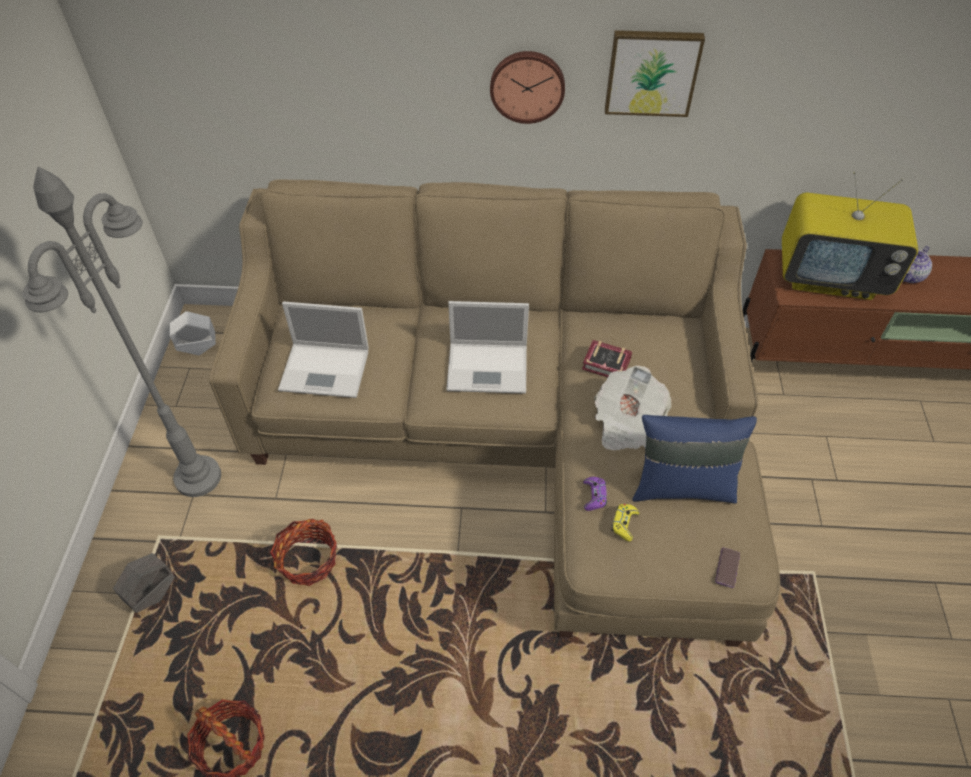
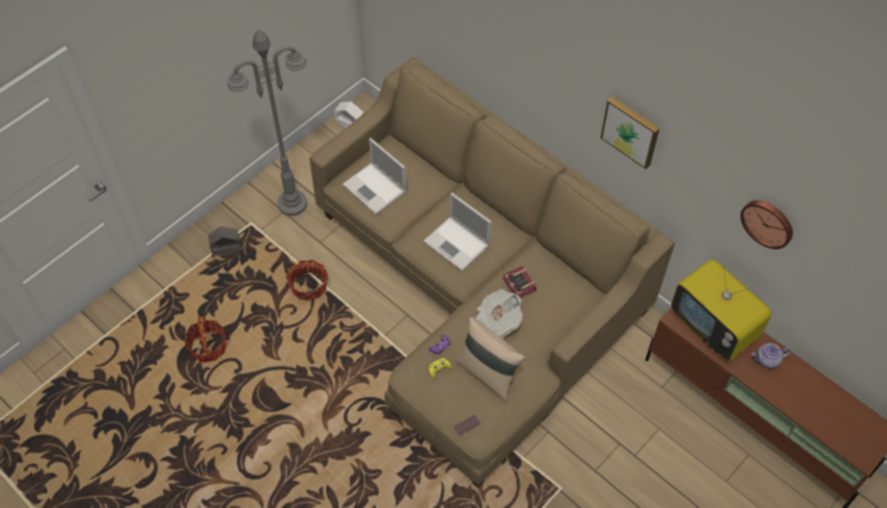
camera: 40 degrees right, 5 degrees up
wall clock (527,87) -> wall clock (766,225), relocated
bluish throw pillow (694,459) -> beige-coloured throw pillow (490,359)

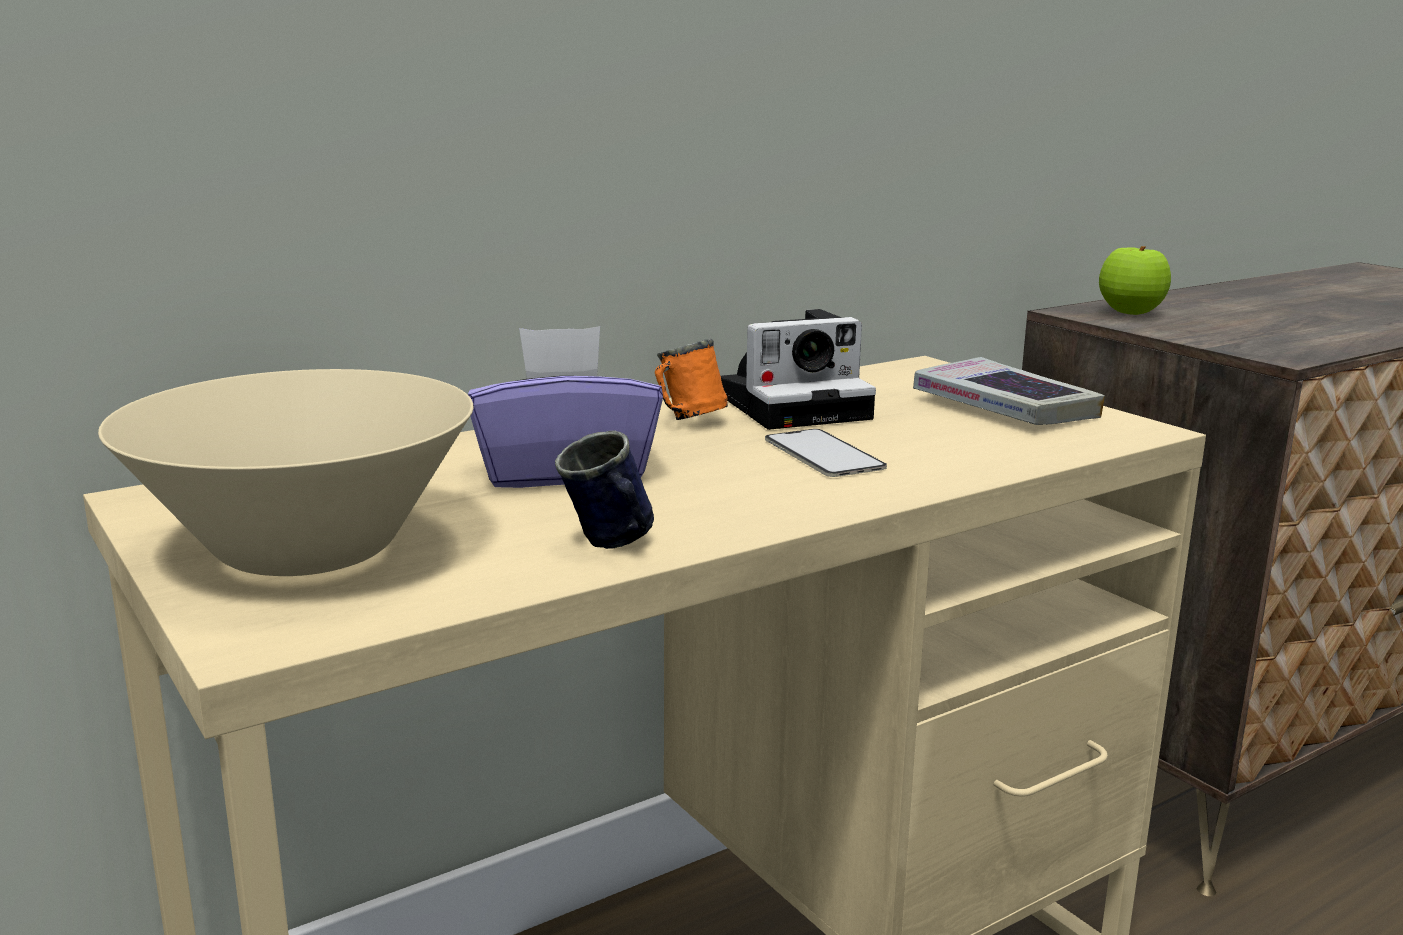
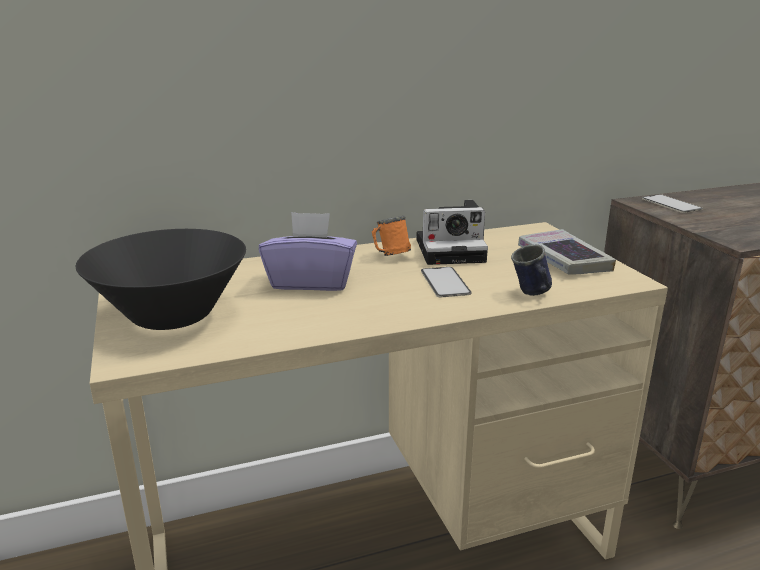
camera: 15 degrees right, 5 degrees up
bluish mug (604,489) -> bluish mug (531,270), relocated
whole apple (1135,280) -> phone (672,203)
beige-coloured deep dish (286,472) -> blackish deep dish (161,279)

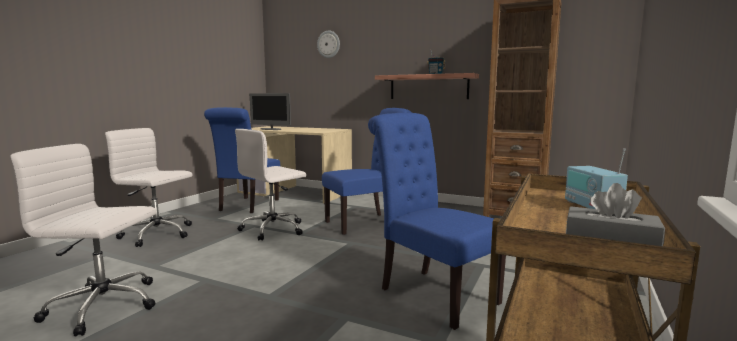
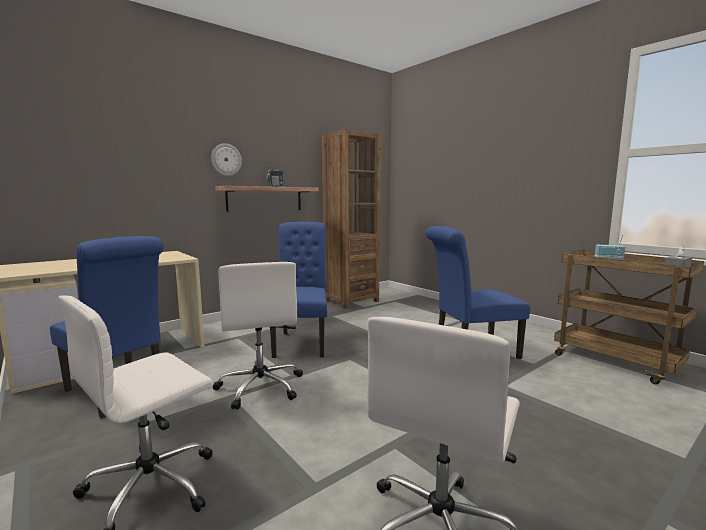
camera: 65 degrees left, 0 degrees up
computer display (270,111) -> none
wall clock (328,44) -> wall clock (226,159), relocated

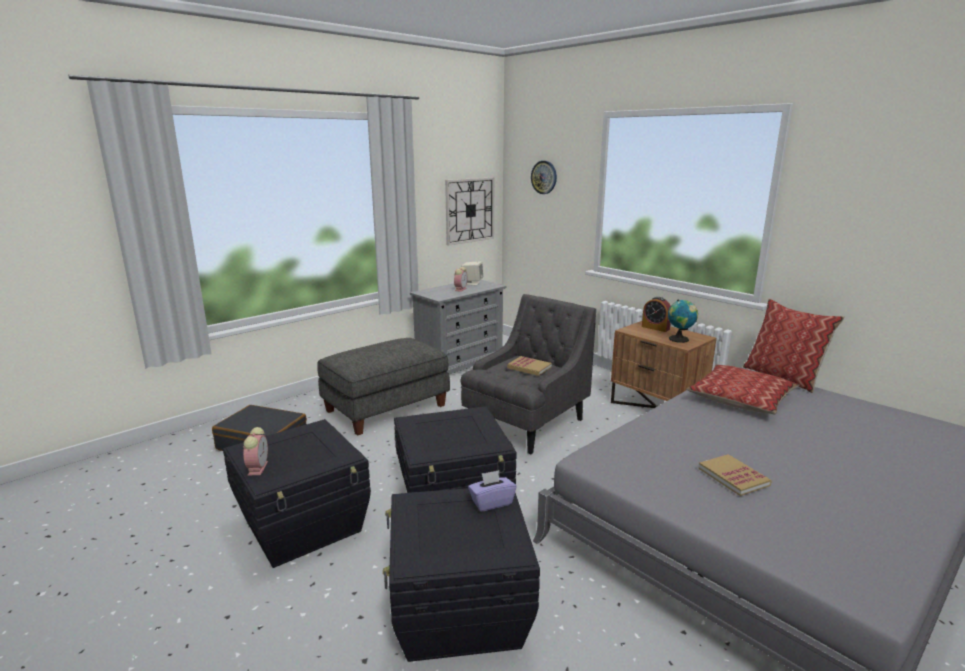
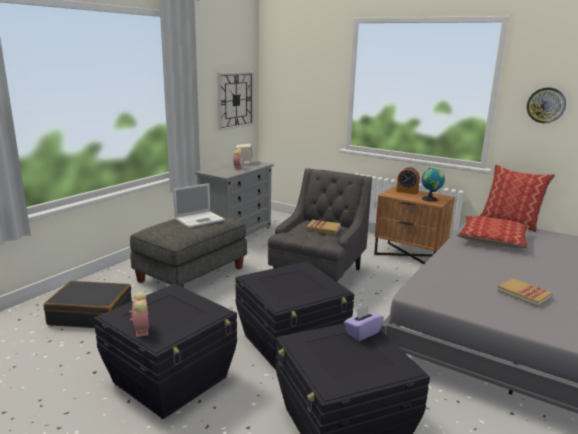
camera: 15 degrees left, 0 degrees up
none -> portable computer (199,205)
wall clock (544,177) -> wall clock (546,105), relocated

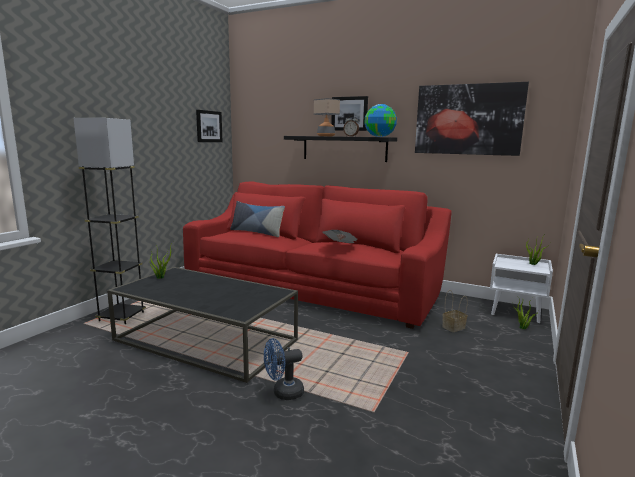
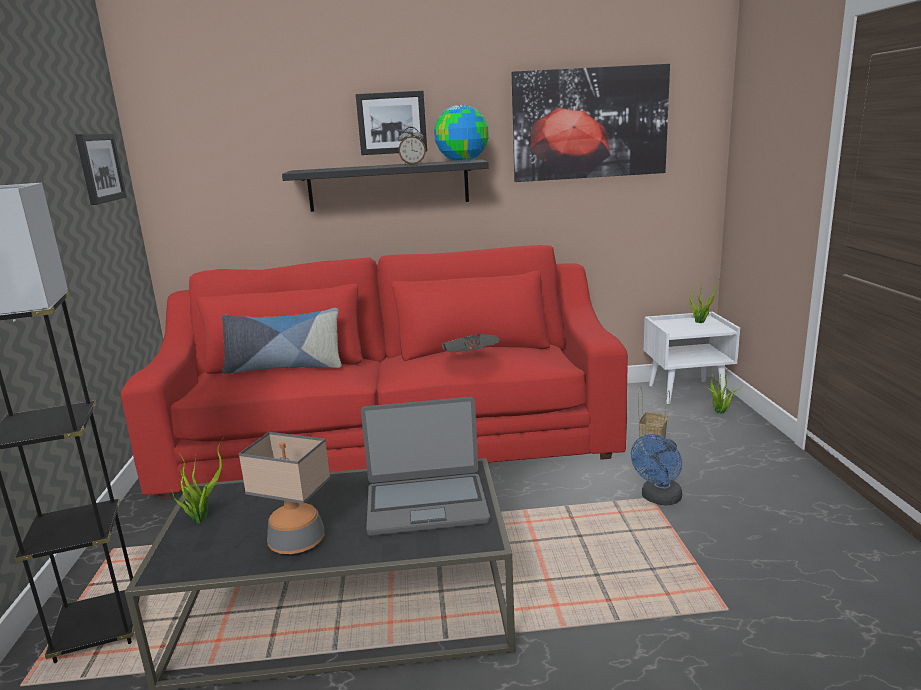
camera: 30 degrees left, 5 degrees up
none -> portable computer (425,466)
bluish fan (284,369) -> bluish fan (656,470), relocated
tabletop lamp (327,117) -> tabletop lamp (284,493), relocated

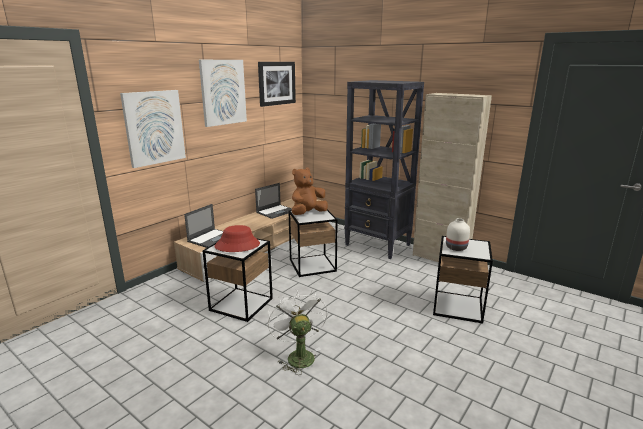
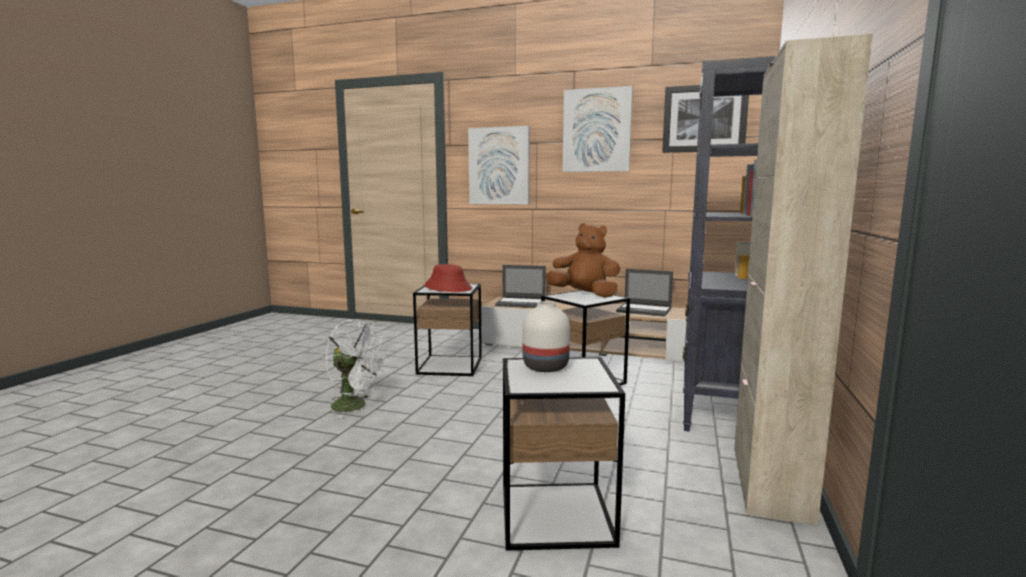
camera: 70 degrees right, 10 degrees down
whitish fan (298,332) -> whitish fan (357,368), 60 degrees clockwise

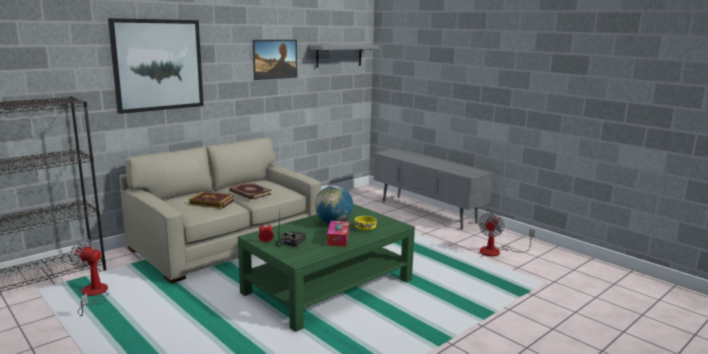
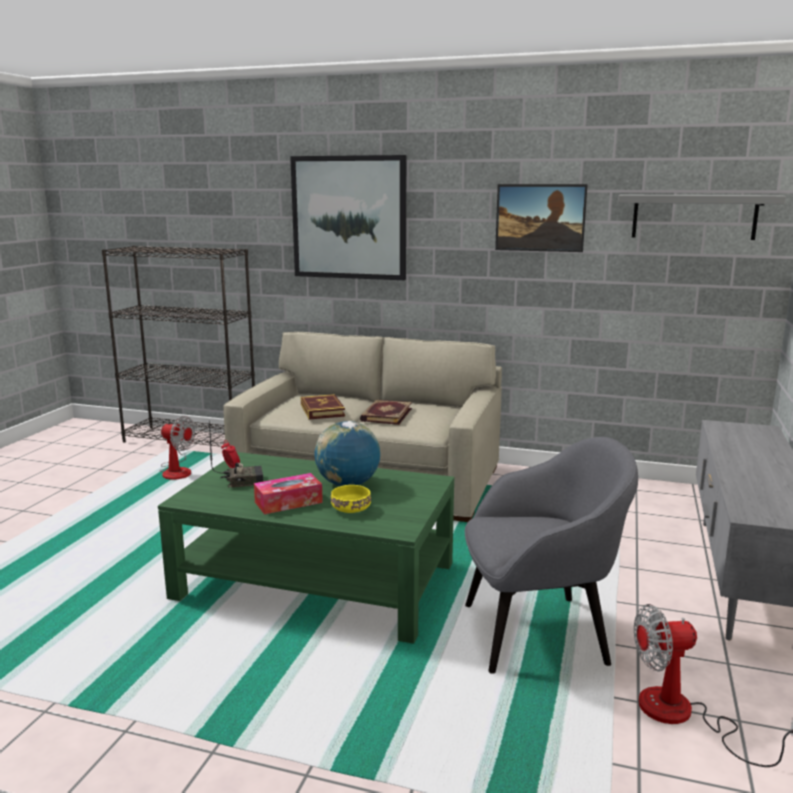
camera: 60 degrees right, 0 degrees up
none -> greyish armchair (551,555)
fan (89,277) -> fan (178,448), 120 degrees clockwise

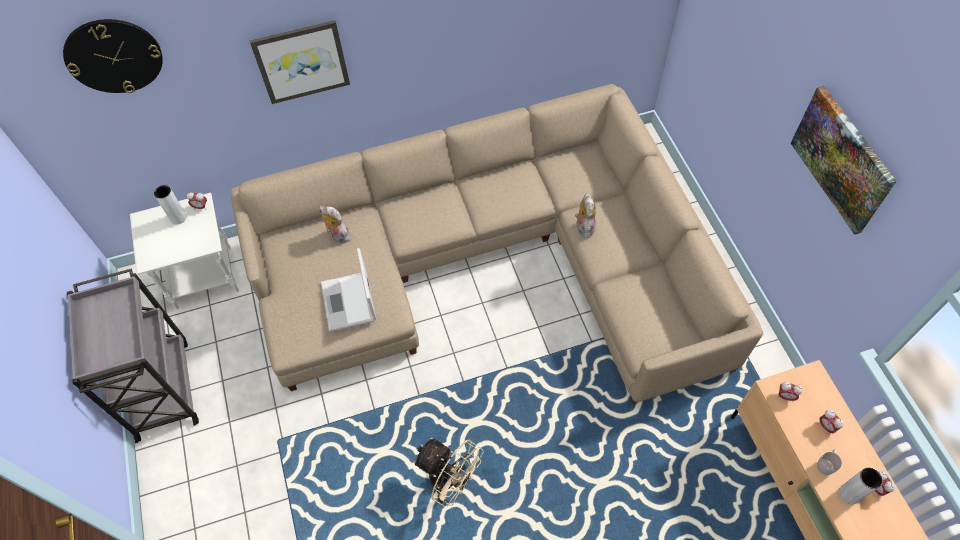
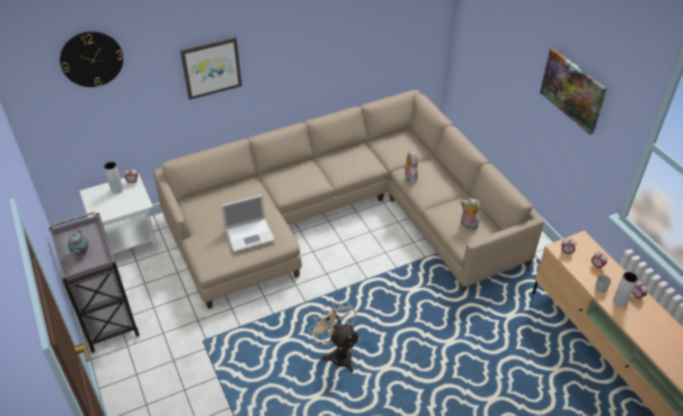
camera: 10 degrees left, 15 degrees down
none -> teapot (78,242)
cuddly toy (335,224) -> cuddly toy (471,214), relocated
portable computer (348,290) -> portable computer (248,223), 90 degrees counterclockwise
beige-coloured fan (448,472) -> beige-coloured fan (334,336), 150 degrees counterclockwise

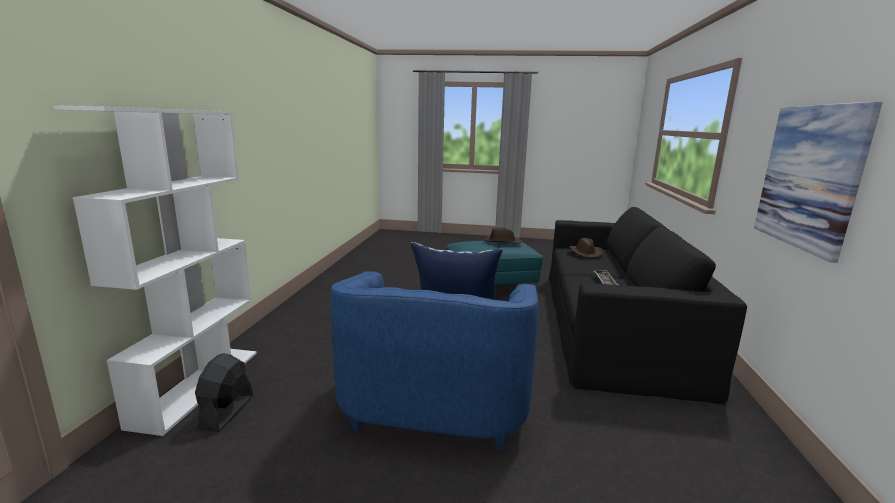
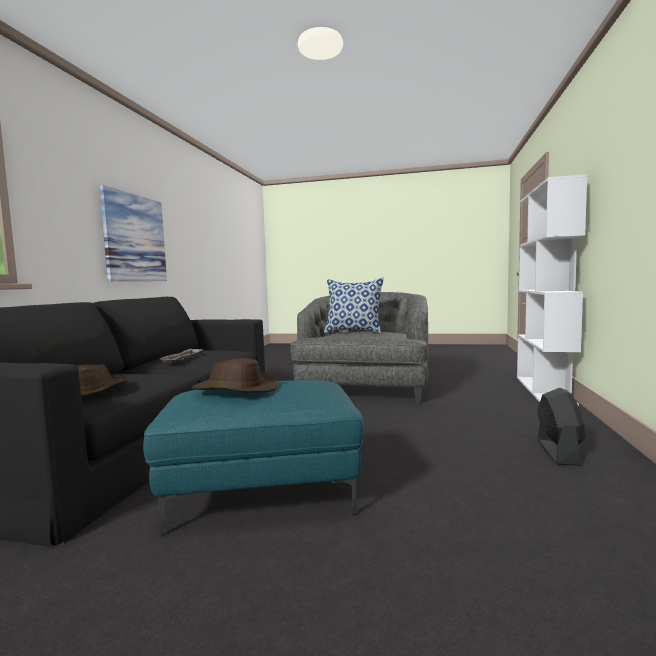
camera: 175 degrees left, 10 degrees down
blackish fan (224,392) -> blackish fan (561,427), relocated
bluish armchair (434,361) -> greyish armchair (359,347)

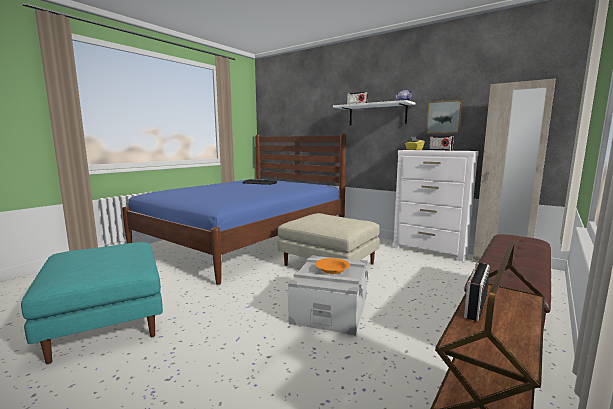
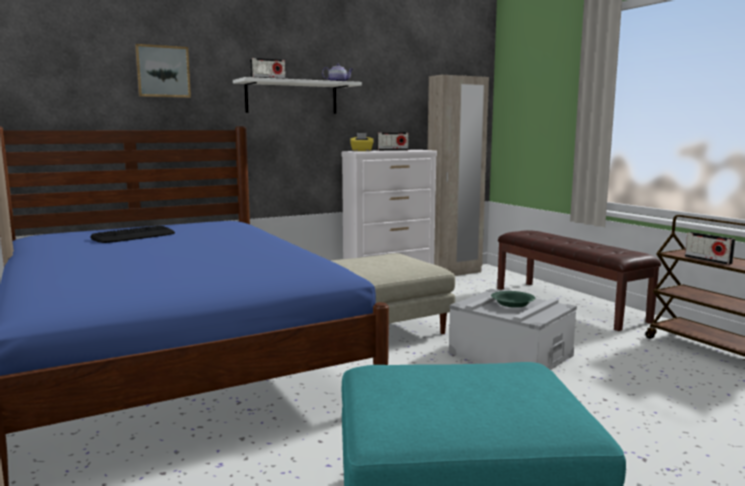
camera: 65 degrees left, 0 degrees up
wall art (444,117) -> wall art (163,71), relocated
orange deep dish (332,266) -> green-coloured deep dish (513,299)

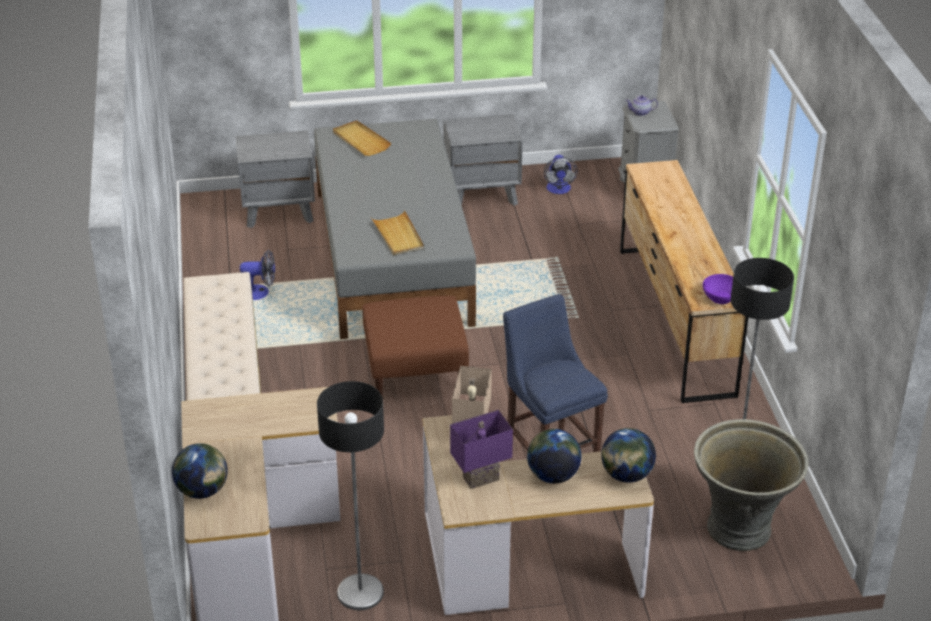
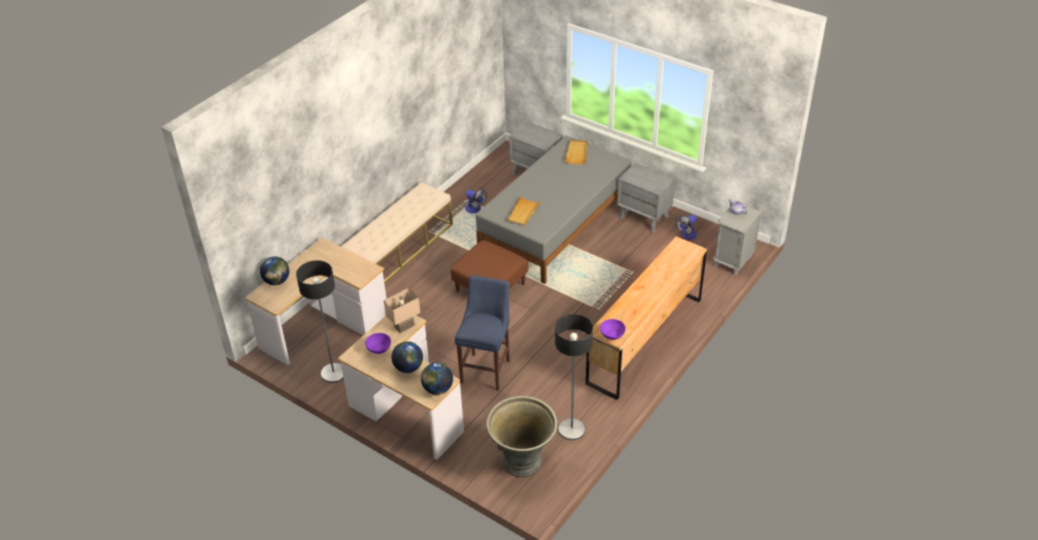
camera: 45 degrees right, 5 degrees up
purple tabletop lamp (481,449) -> purple deep dish (378,343)

